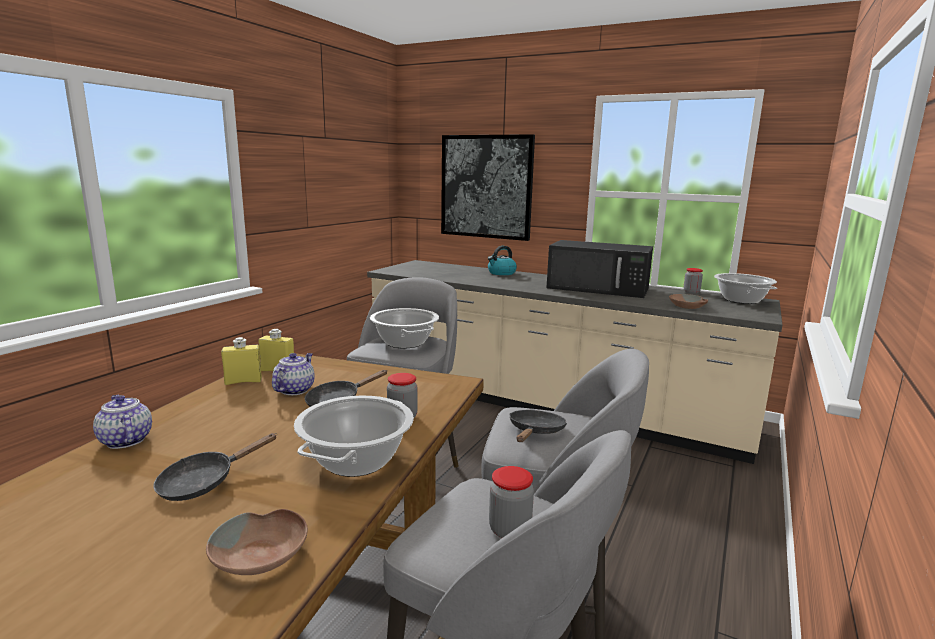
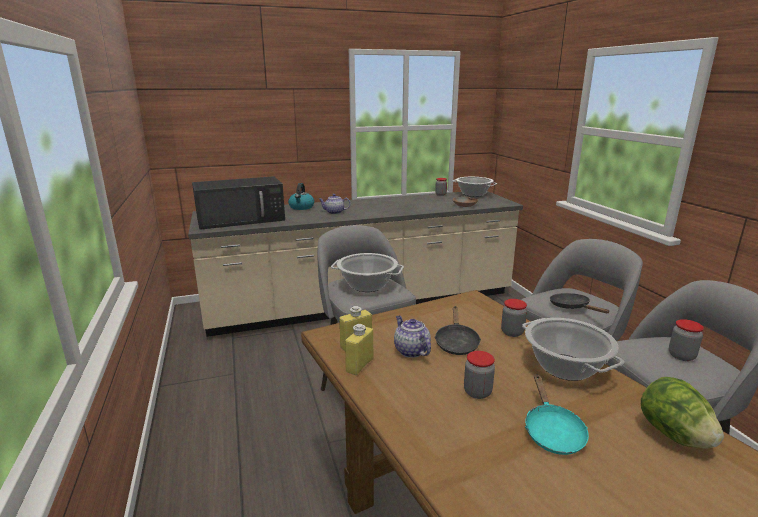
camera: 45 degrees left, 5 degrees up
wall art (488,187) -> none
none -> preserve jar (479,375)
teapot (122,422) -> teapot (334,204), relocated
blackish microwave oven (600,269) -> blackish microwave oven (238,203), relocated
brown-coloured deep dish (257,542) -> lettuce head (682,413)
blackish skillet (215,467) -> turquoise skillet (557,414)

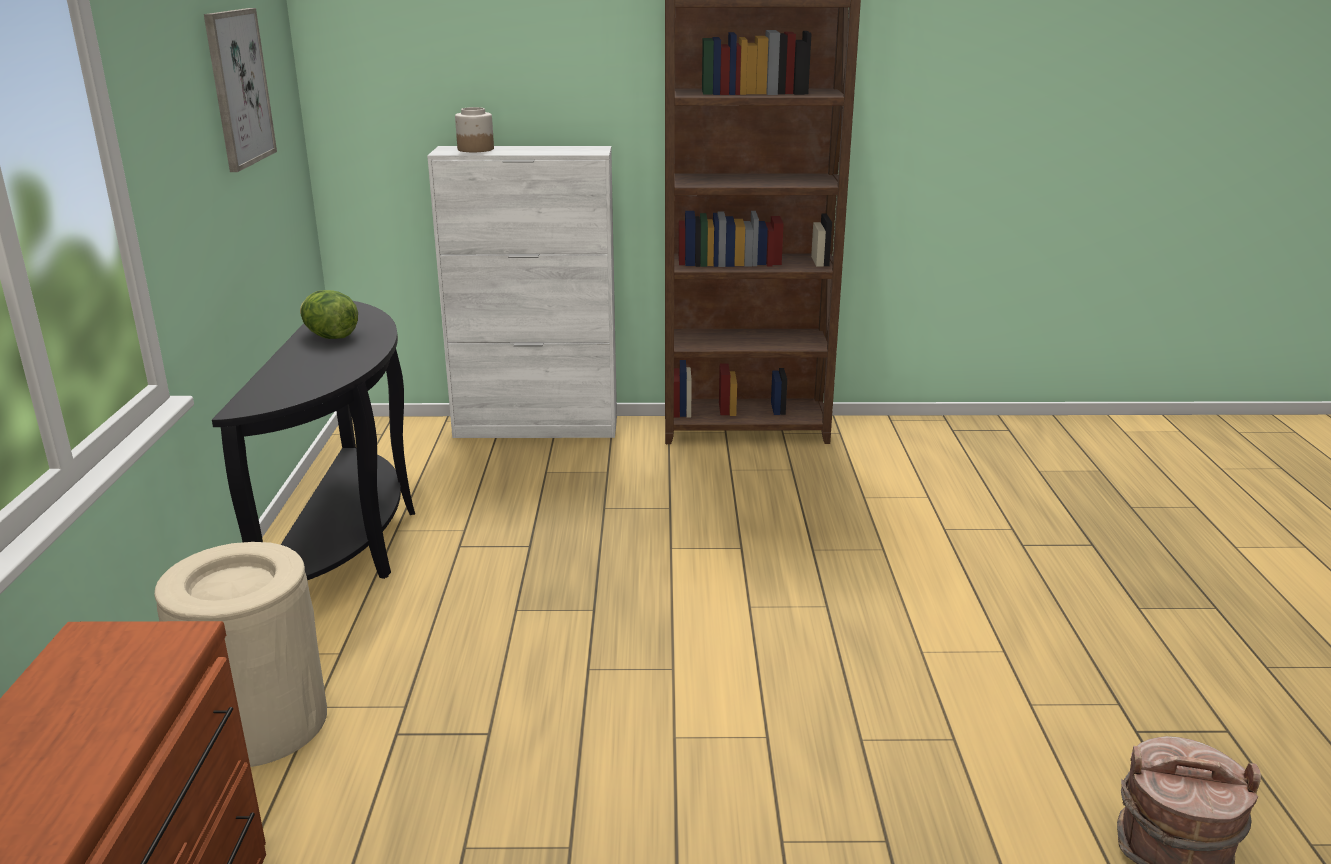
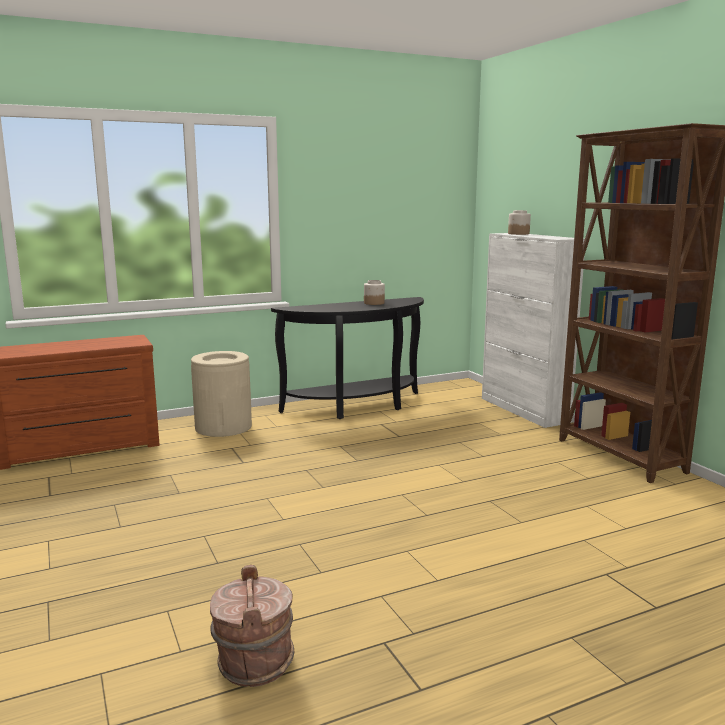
camera: 65 degrees right, 10 degrees down
wall art (240,90) -> none
lettuce head (329,314) -> preserve jar (374,292)

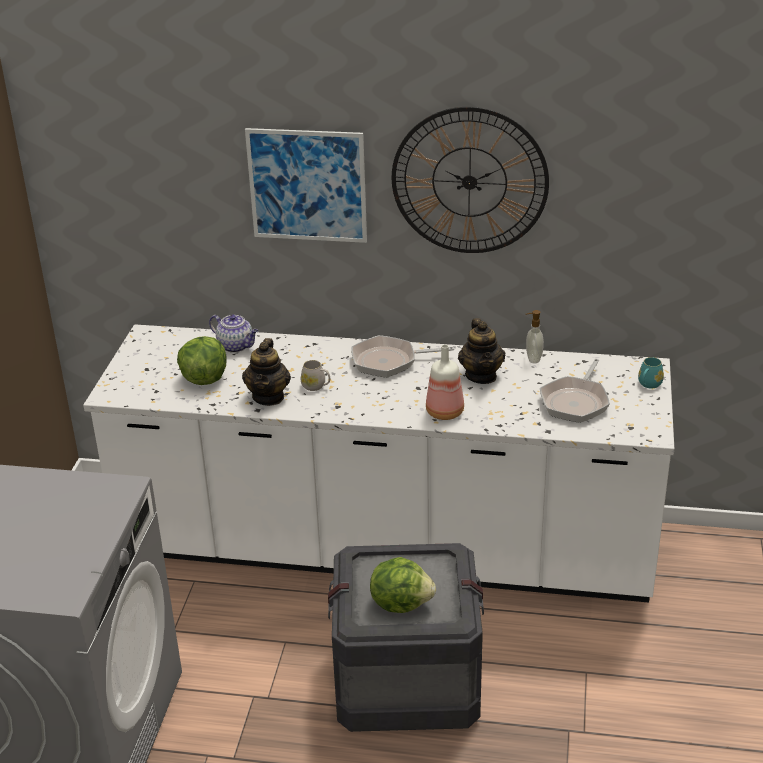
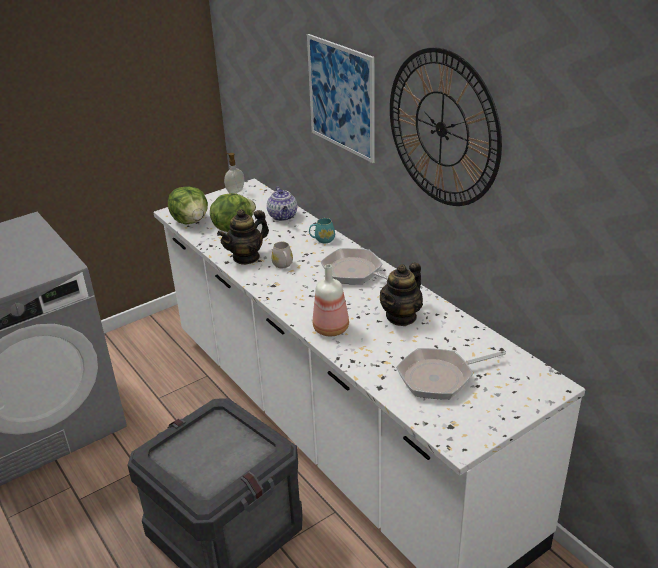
camera: 45 degrees right, 0 degrees up
lettuce head (403,585) -> lettuce head (188,205), relocated
liquid soap bottle (535,337) -> liquid soap bottle (234,173), relocated
turquoise mug (651,372) -> turquoise mug (322,230), relocated

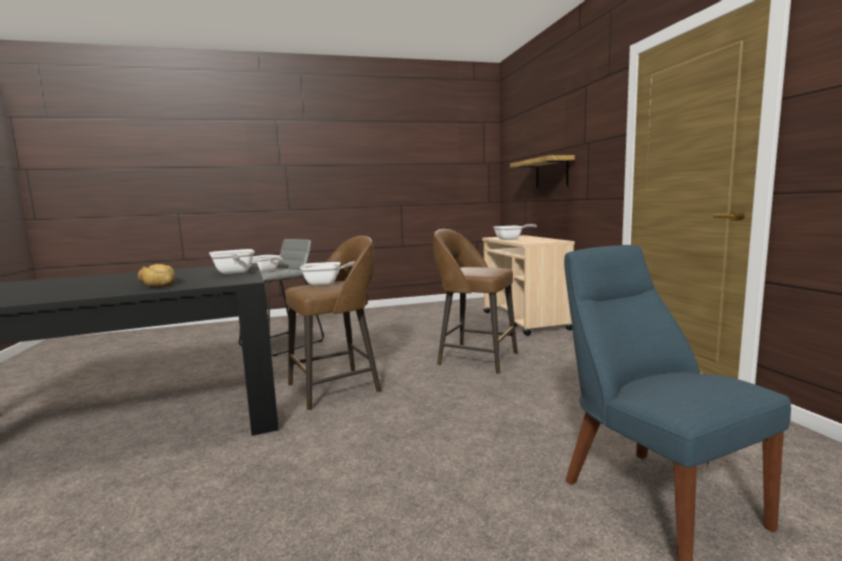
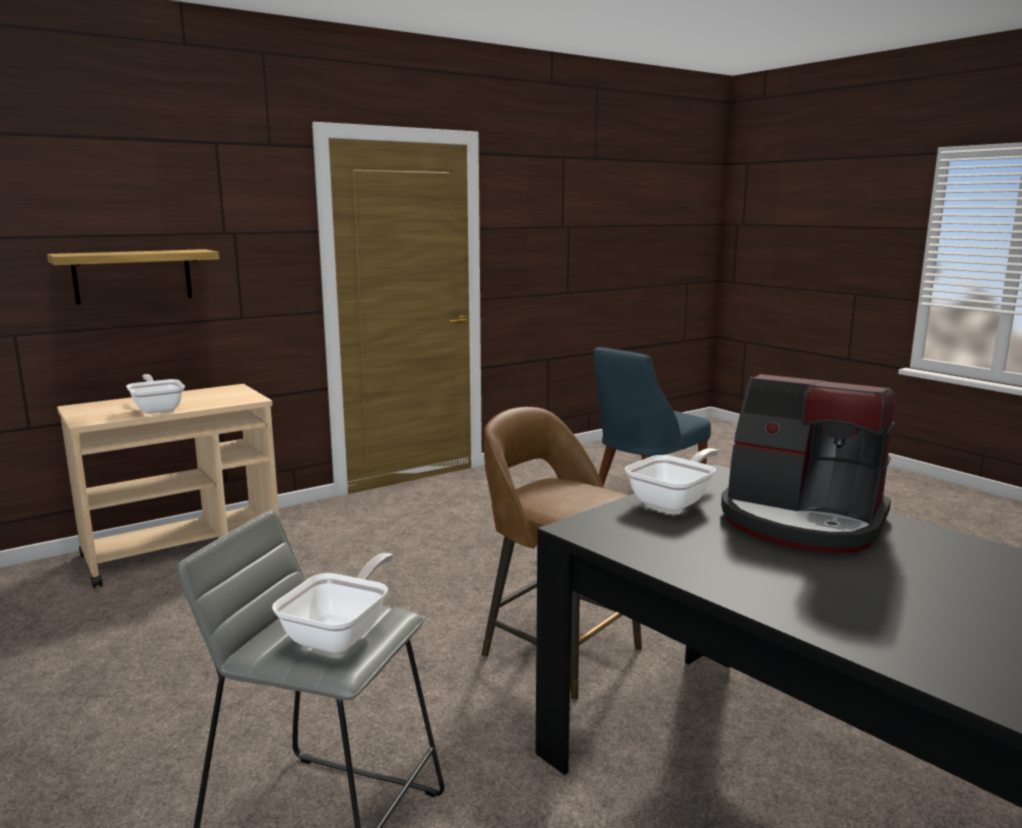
camera: 110 degrees left, 5 degrees up
skillet (327,273) -> none
brown-coloured sitting stool (475,301) -> none
bakery bread (156,275) -> coffee maker (808,463)

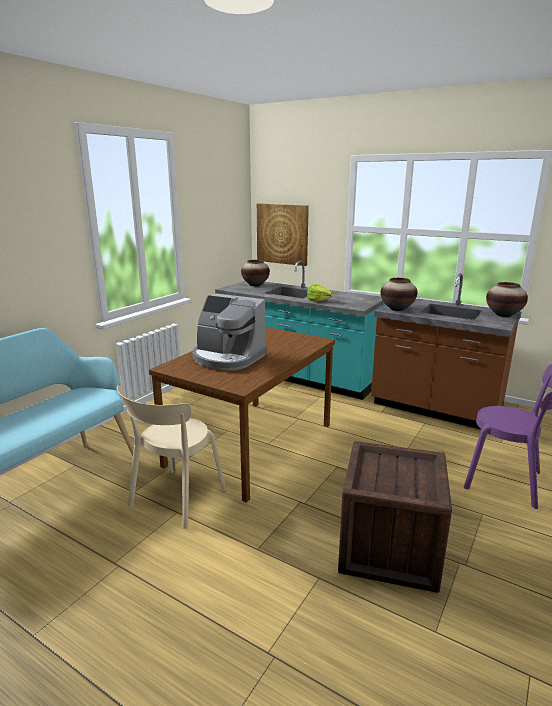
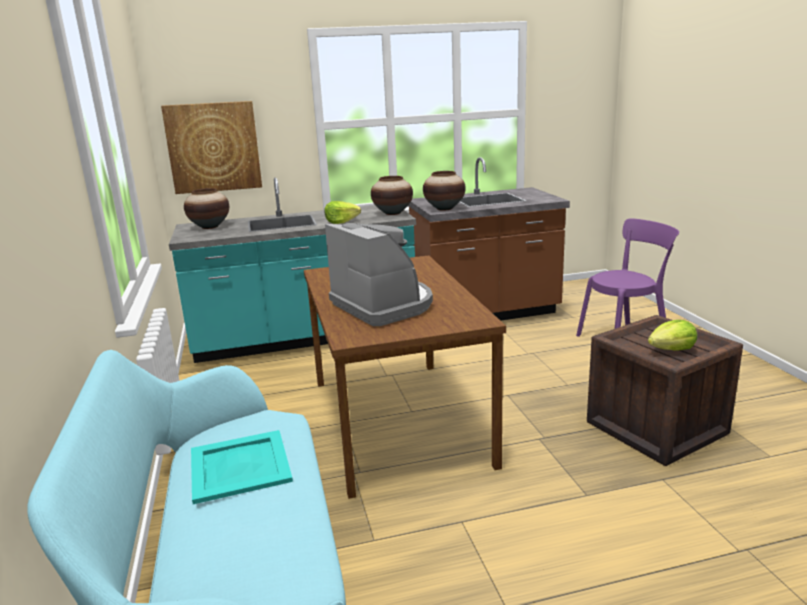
camera: 45 degrees left, 0 degrees up
beige-coloured plain chair (171,457) -> none
none -> turquoise tray (242,467)
none -> lettuce head (672,335)
decorative vase (507,299) -> decorative vase (392,195), relocated
coffee maker (229,332) -> coffee maker (379,274), 105 degrees counterclockwise

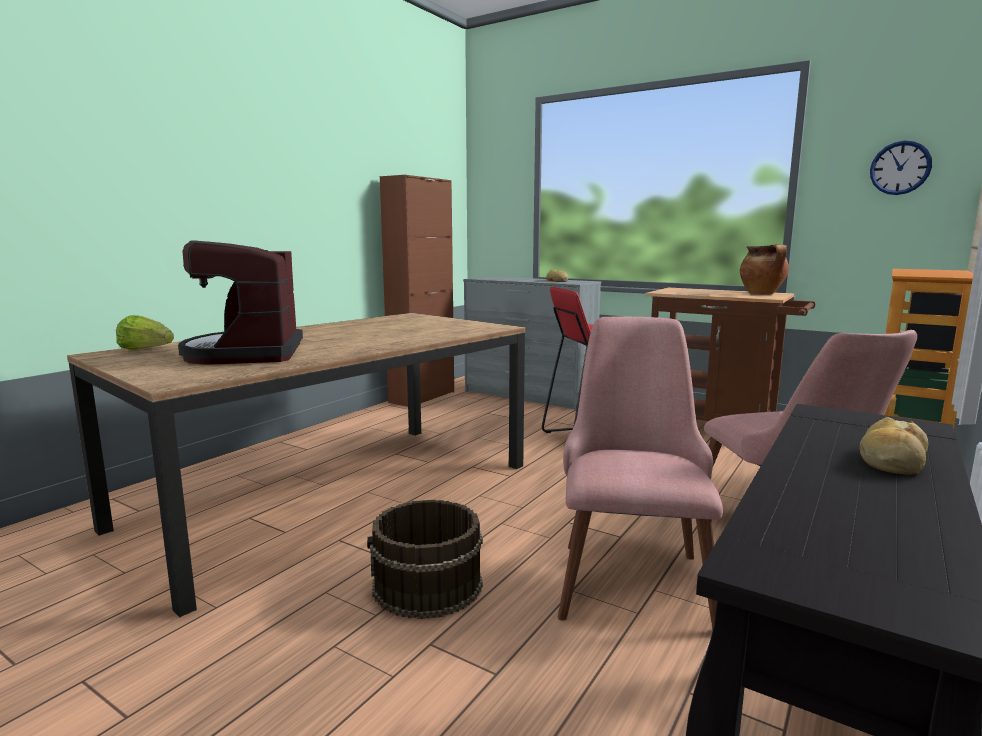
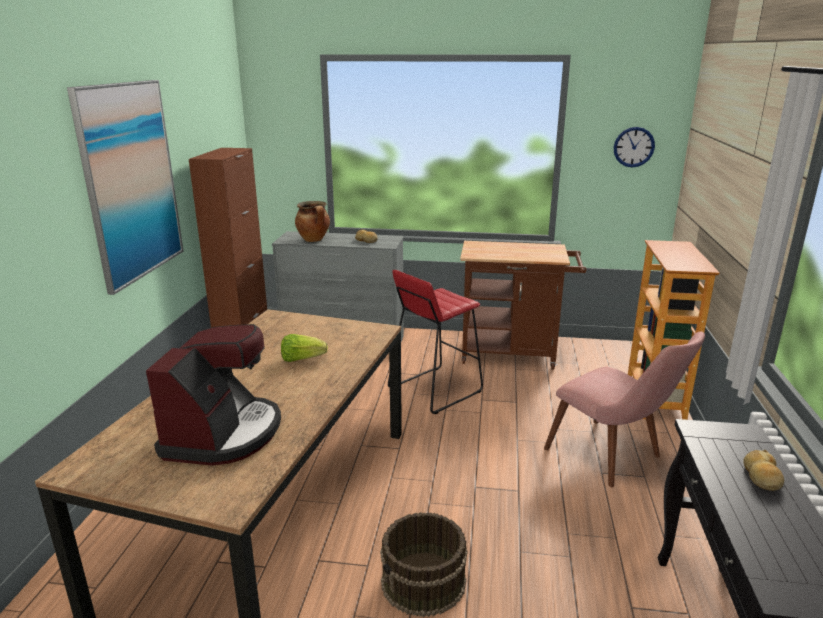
camera: 25 degrees left, 10 degrees up
pink-coloured plain chair (640,473) -> none
none -> wall art (125,187)
lettuce head (145,332) -> lettuce head (304,348), relocated
saucepot (764,269) -> saucepot (312,221), relocated
coffee maker (240,302) -> coffee maker (213,395), 135 degrees counterclockwise

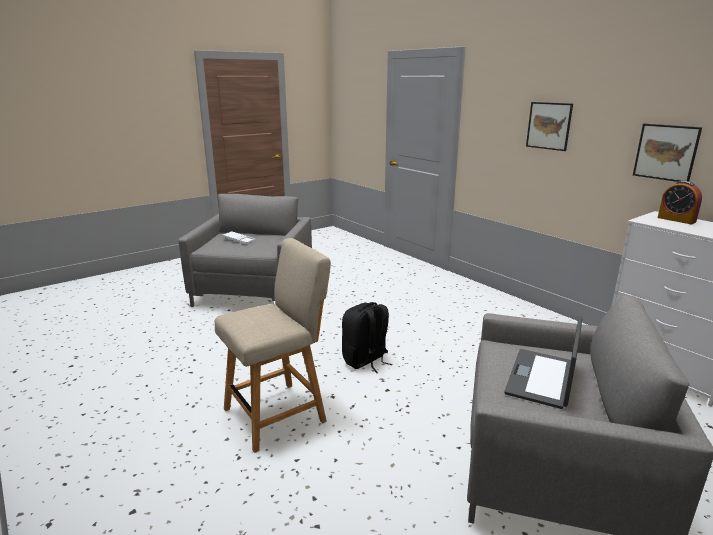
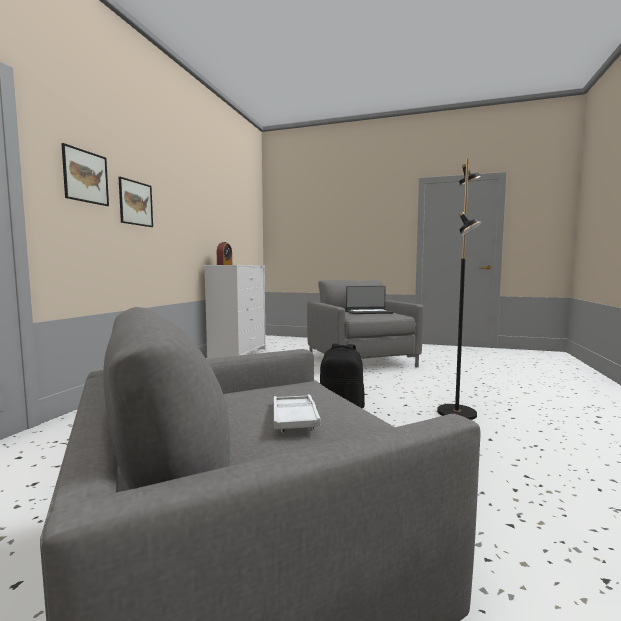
camera: 125 degrees left, 15 degrees down
wall art (667,153) -> wall art (85,174), relocated
beige-coloured plain chair (273,345) -> blackish standard lamp (459,289)

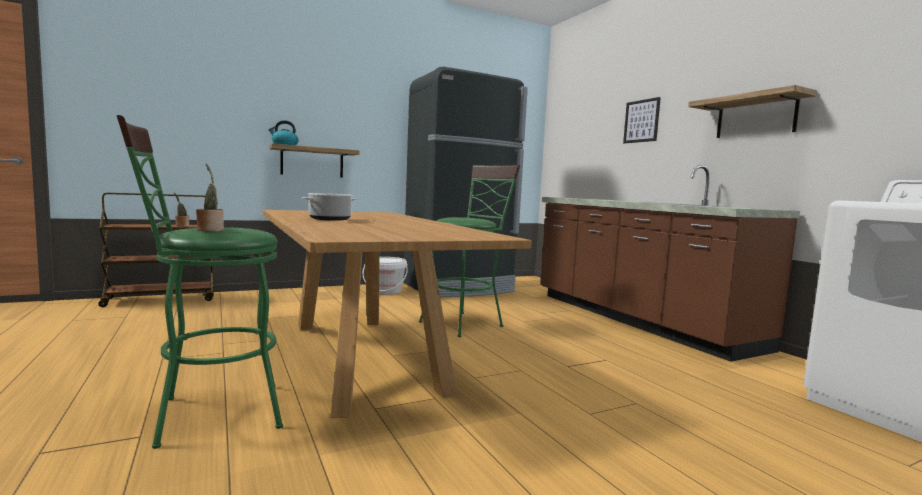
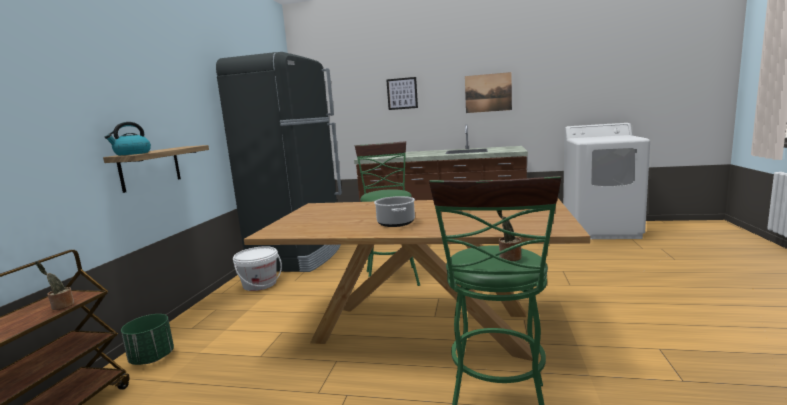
camera: 50 degrees left, 5 degrees up
none -> green-coloured flower pot (147,339)
wall shelf (752,111) -> wall art (488,92)

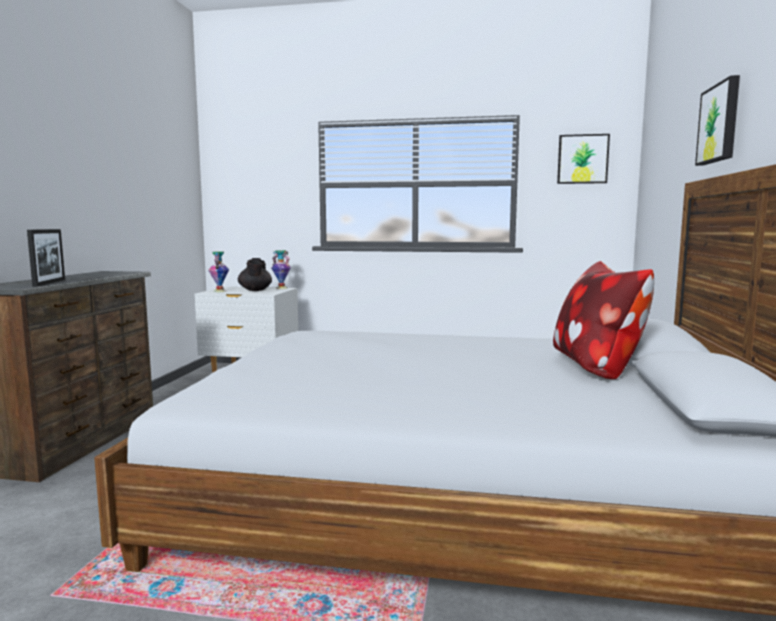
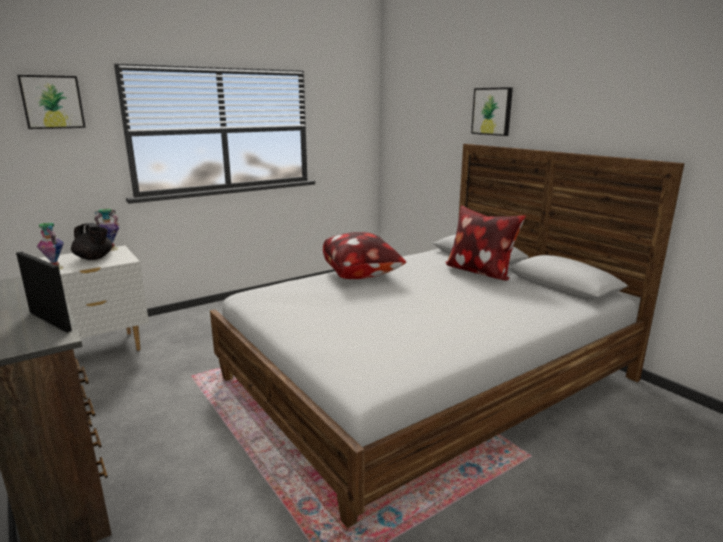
camera: 45 degrees left, 10 degrees up
none -> throw pillow (364,255)
wall art (583,159) -> wall art (51,102), relocated

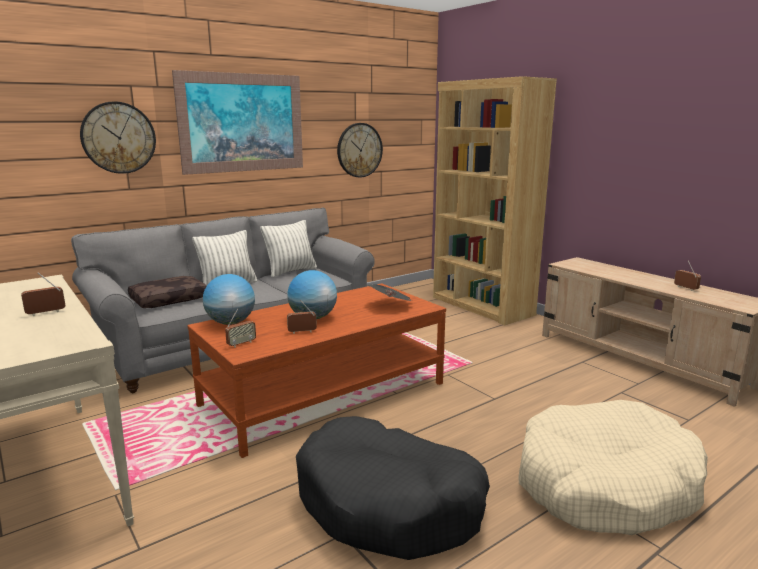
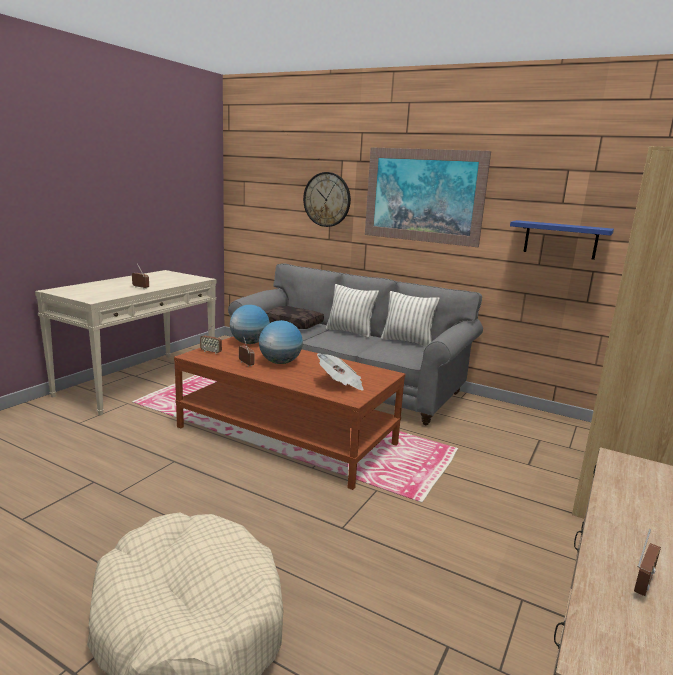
camera: 65 degrees right, 0 degrees up
blackish pet bed (393,488) -> none
wall clock (360,150) -> bluish wall shelf (562,240)

